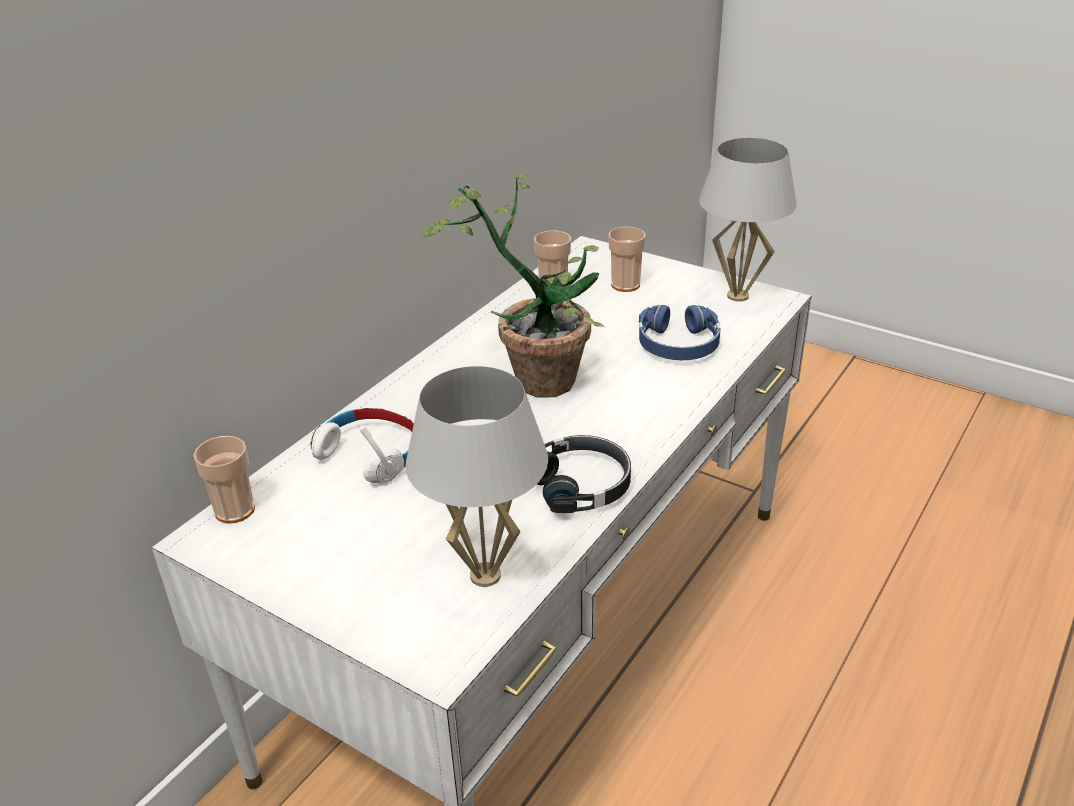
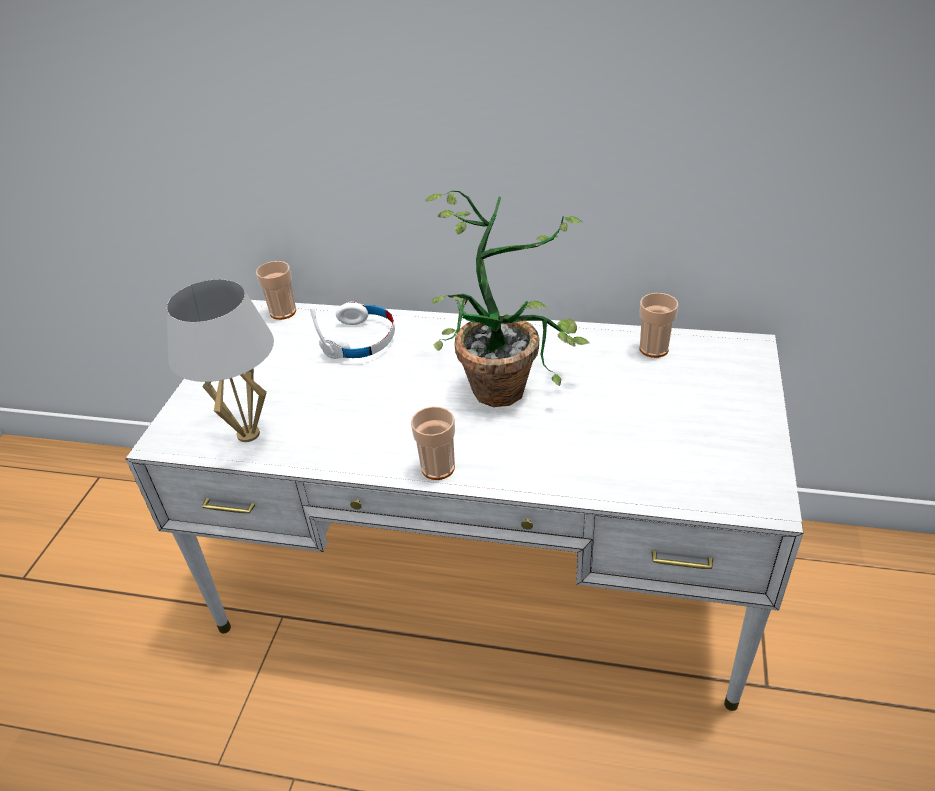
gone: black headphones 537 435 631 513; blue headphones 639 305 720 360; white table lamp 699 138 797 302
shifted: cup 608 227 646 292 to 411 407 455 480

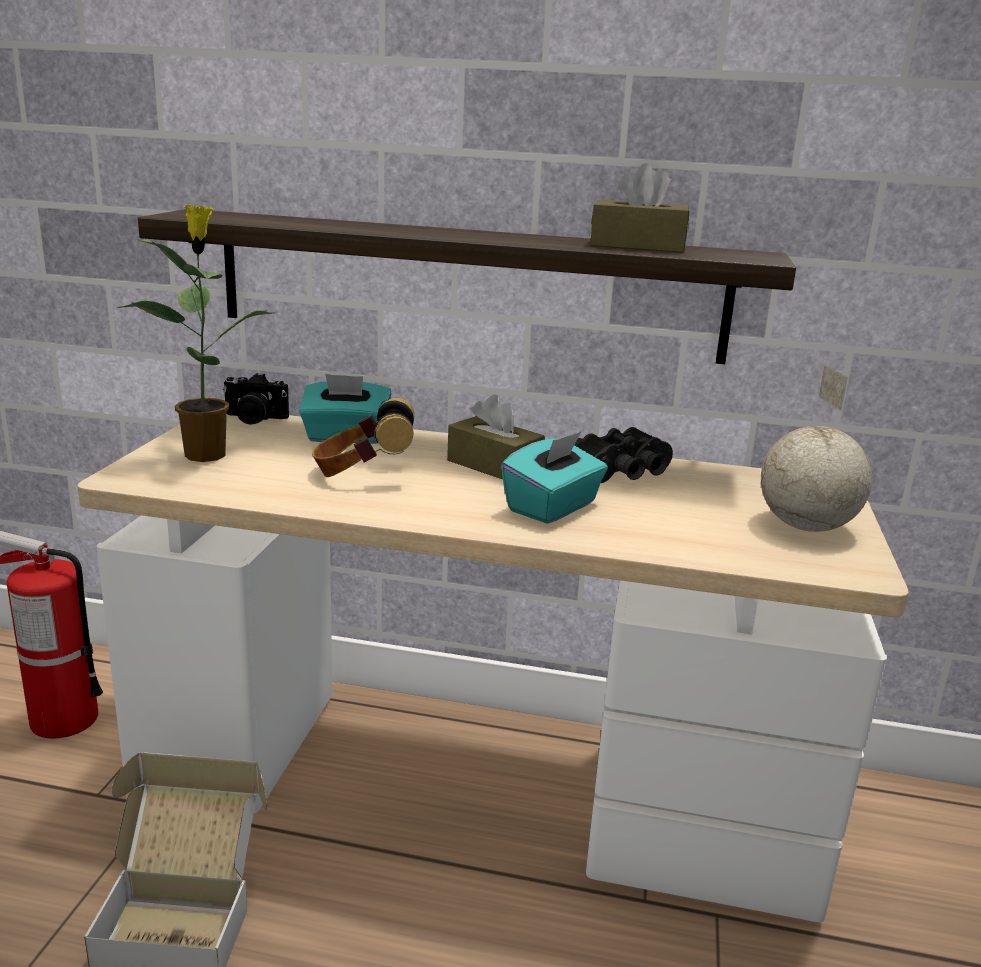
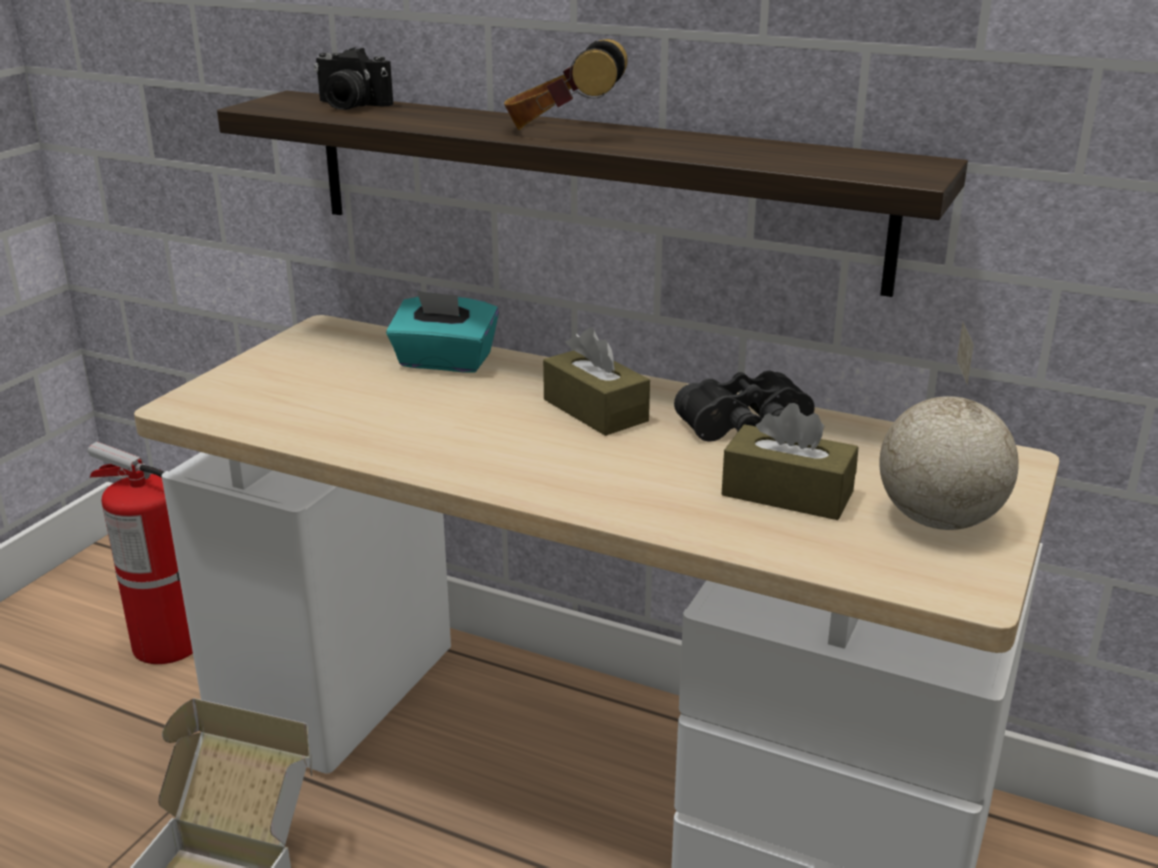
gone: potted plant 116 205 273 462; turquoise tissue box 501 431 608 524
shifted: photo camera 222 373 289 425 to 314 47 393 110; headphones 312 398 414 477 to 504 39 628 130; brown tissue box 590 163 689 253 to 722 403 859 520

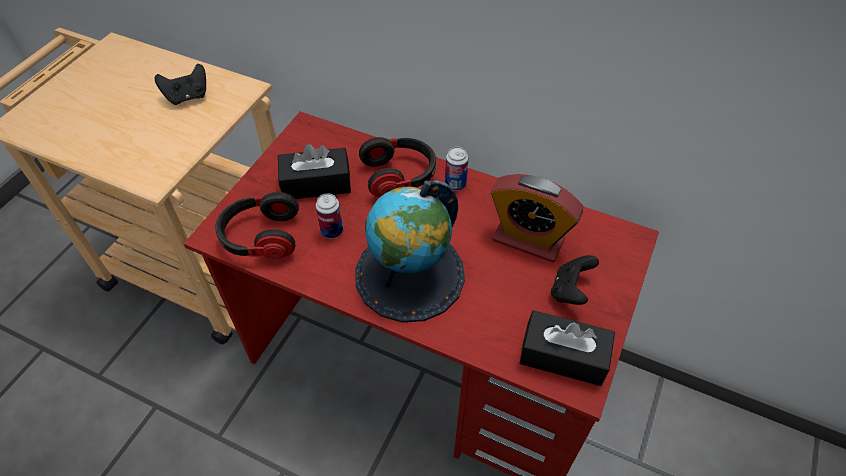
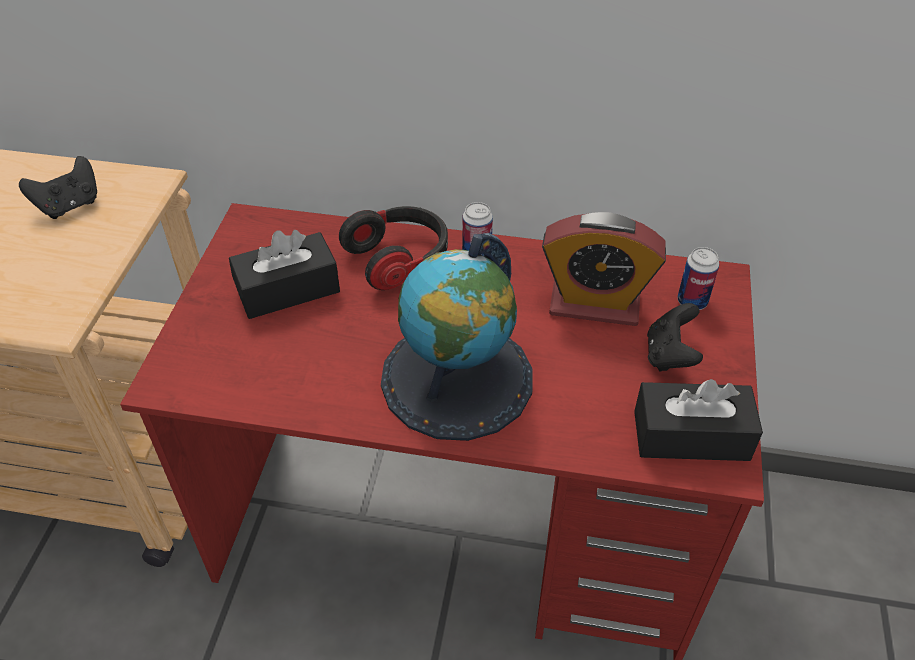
gone: headphones 215 192 299 259
shifted: can 316 193 343 239 to 677 247 719 310

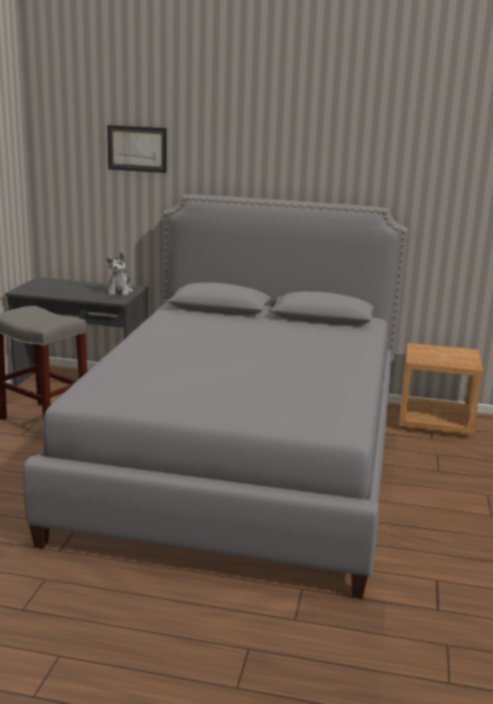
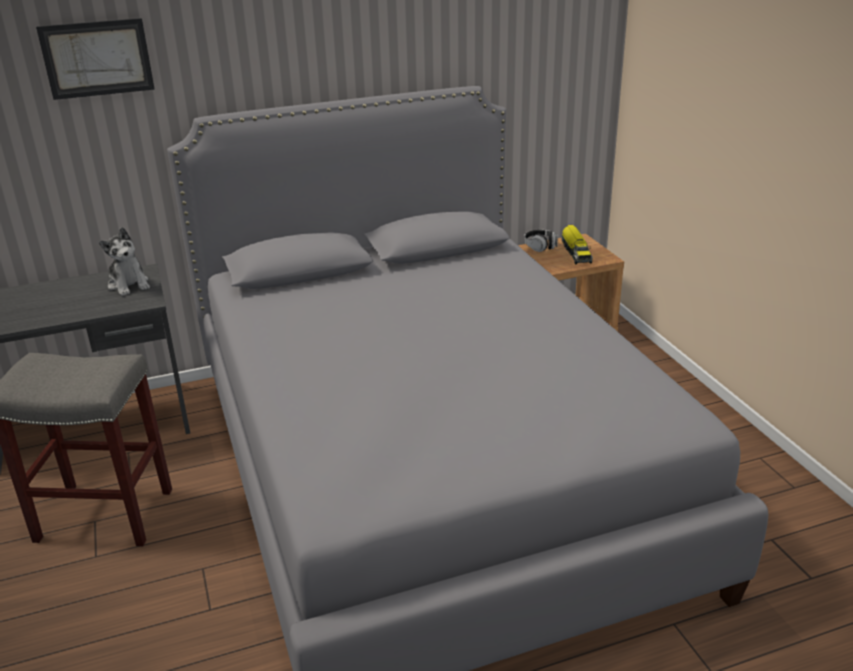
new: headphones 524 230 558 252; toy truck 562 225 593 264

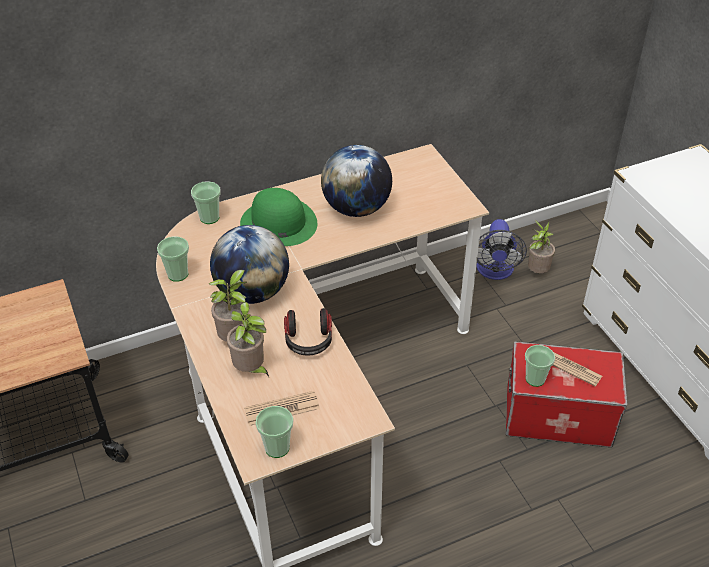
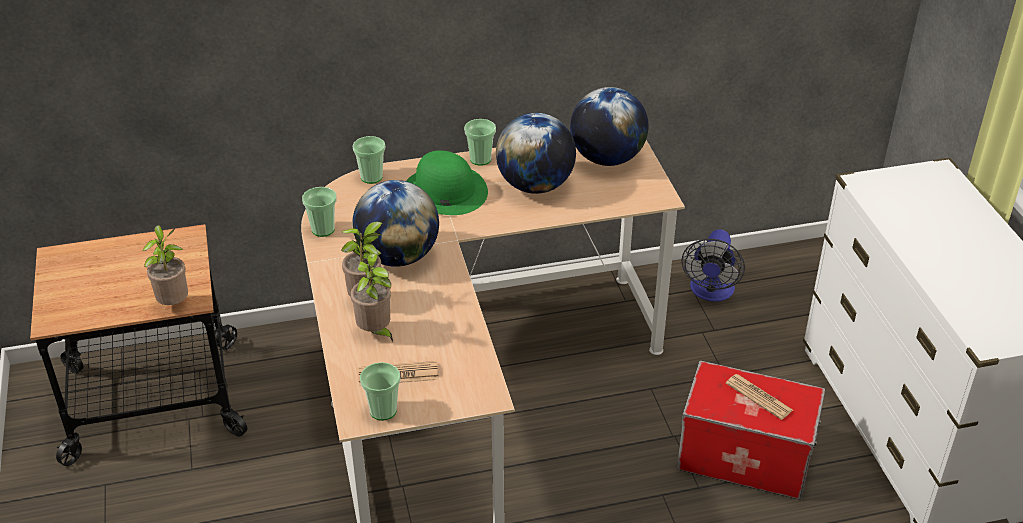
gone: headphones 284 308 332 355
new: globe 570 87 648 166
shifted: potted plant 528 220 555 273 to 142 225 188 305; cup 525 345 555 387 to 464 119 496 166

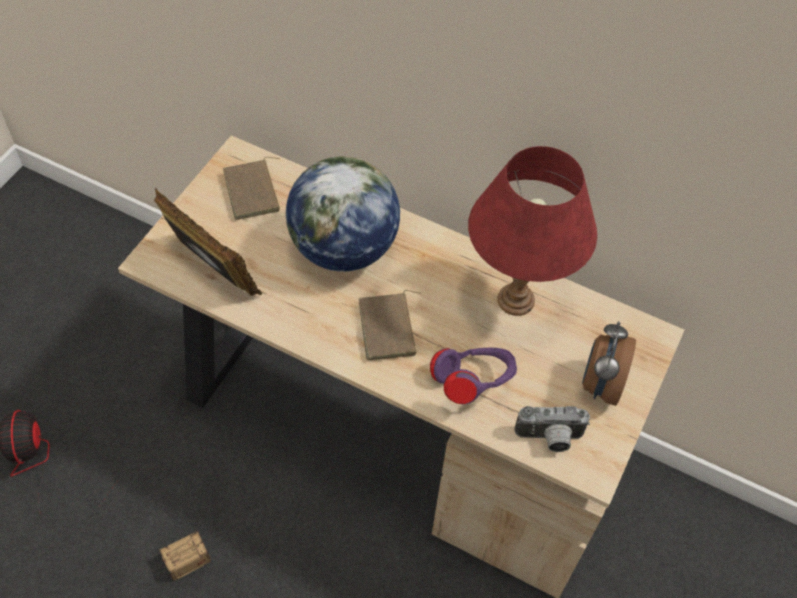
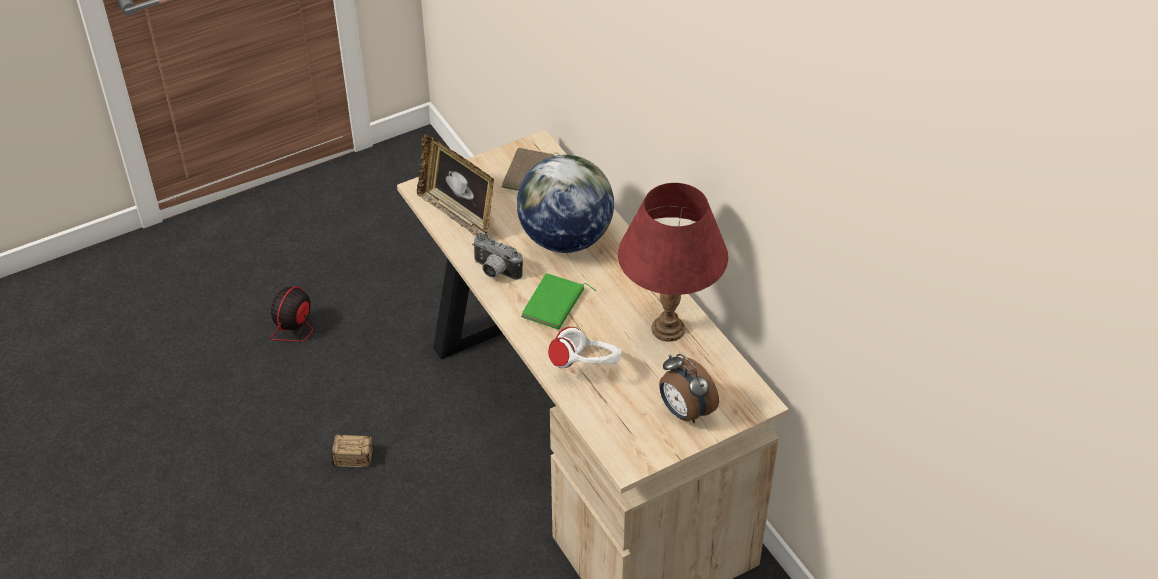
shifted: photo camera 514 406 590 452 to 472 233 523 280
repainted: brown book 359 290 421 360 to green book 521 273 596 330; purple headphones 430 347 517 404 to white headphones 548 327 621 368
rotated: picture frame 154 188 262 296 = 417 134 494 237 150 degrees clockwise; alarm clock 582 321 636 406 = 659 354 719 423 90 degrees counterclockwise

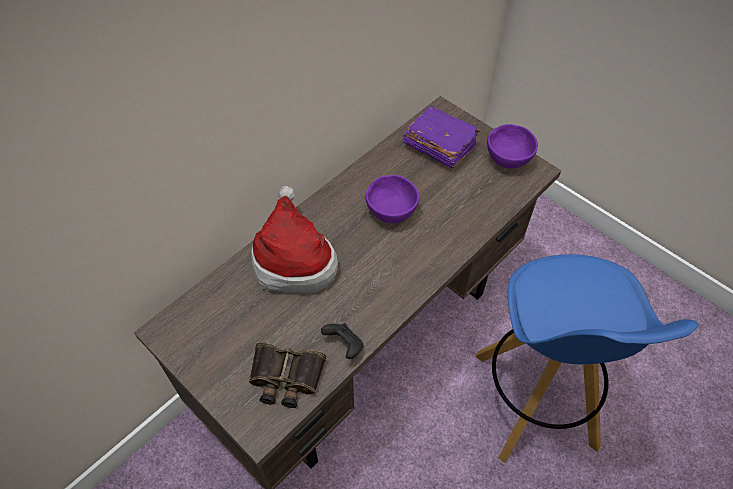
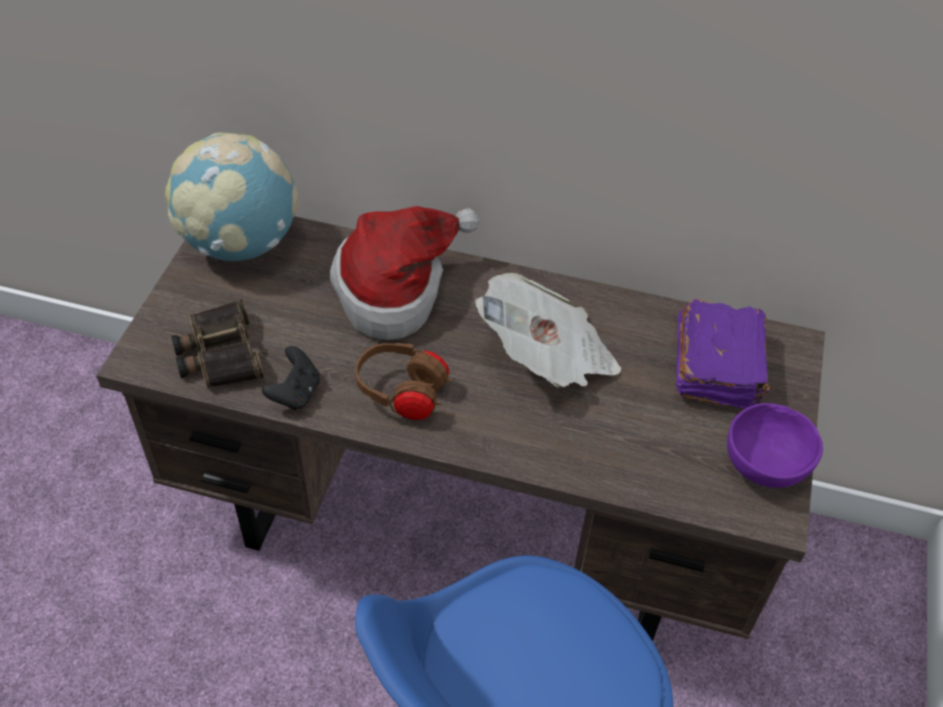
new: globe 165 133 299 261; brown headphones 355 343 452 420
swapped: purple bowl 365 175 419 223 to newspaper 475 273 621 388

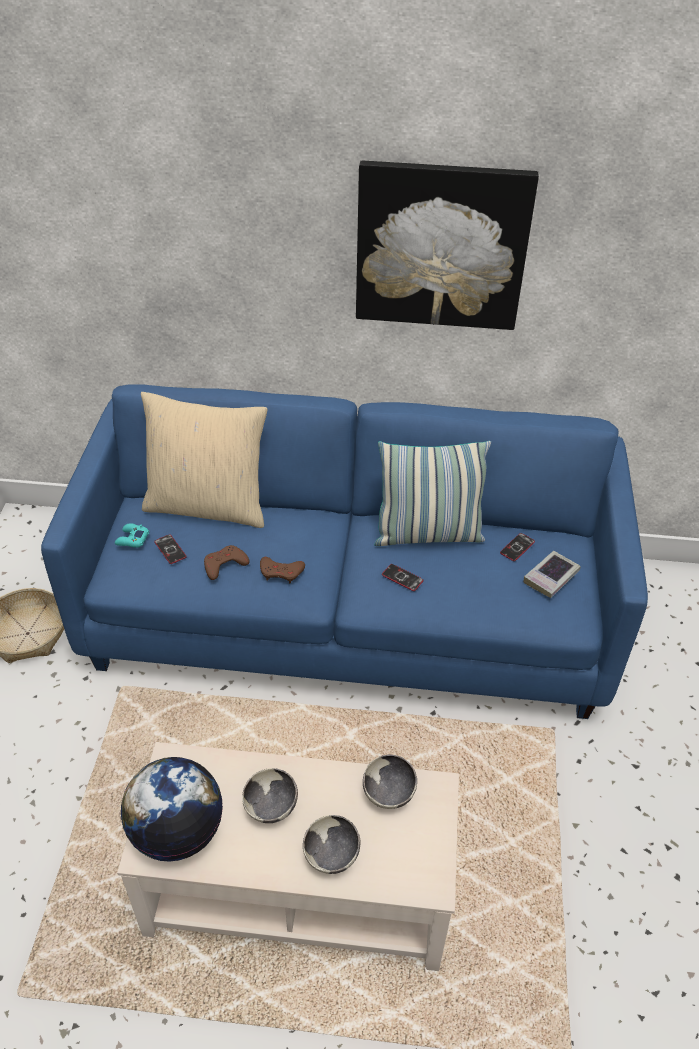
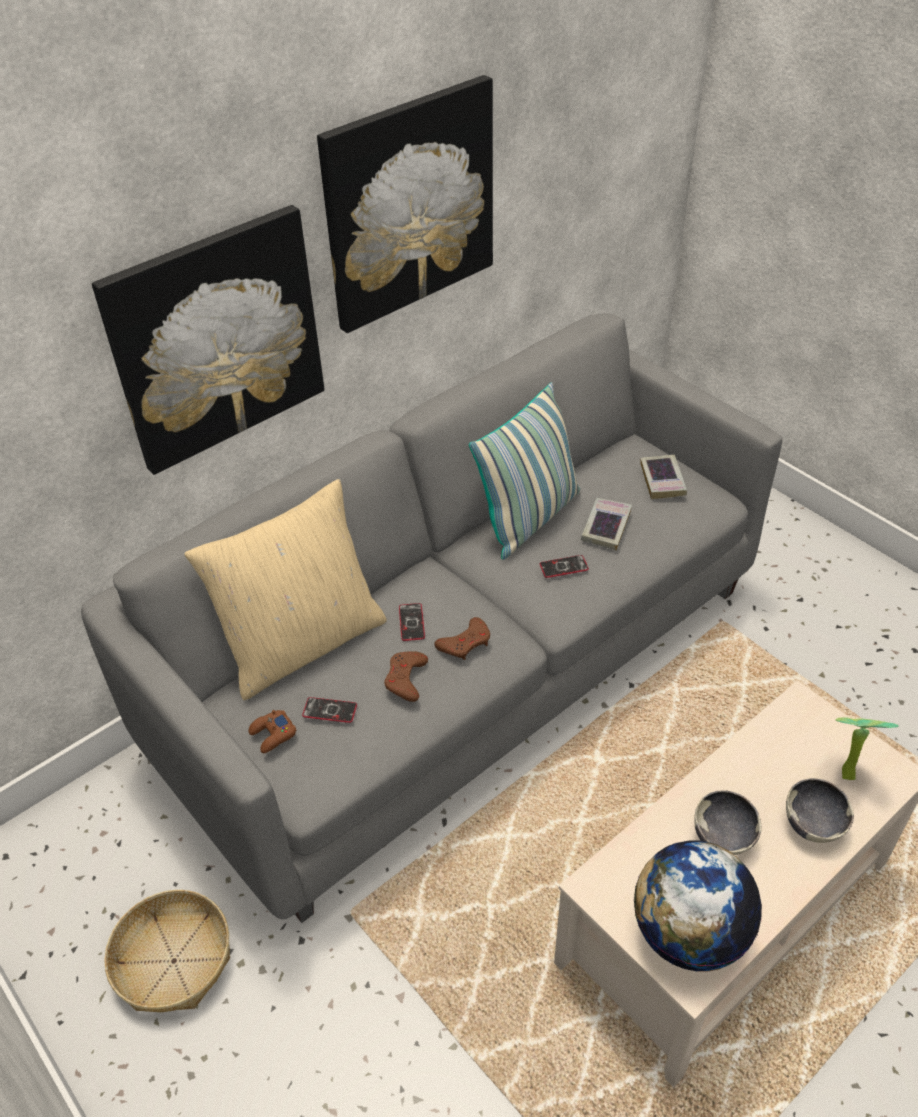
gone: bowl 363 755 417 809
new: picture 92 205 324 475; book 581 498 632 551; potted plant 836 717 899 780
shifted: phone 500 533 535 561 to 399 603 425 641
repainted: blue sofa 41 384 648 719 to grey sofa 81 314 782 923; turquoise game controller 115 523 149 548 to brown game controller 249 710 297 753

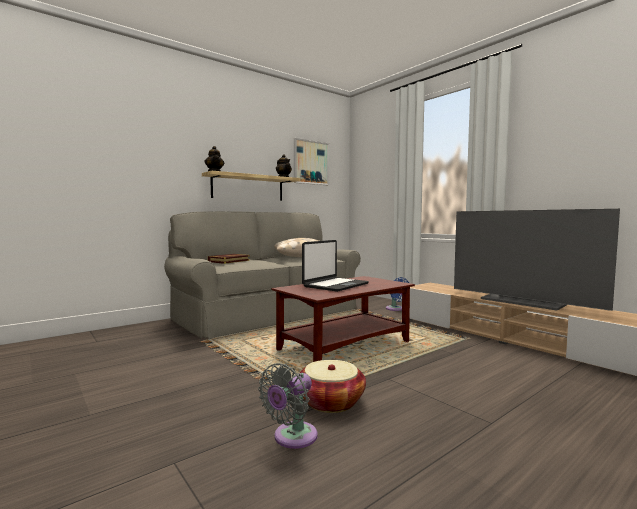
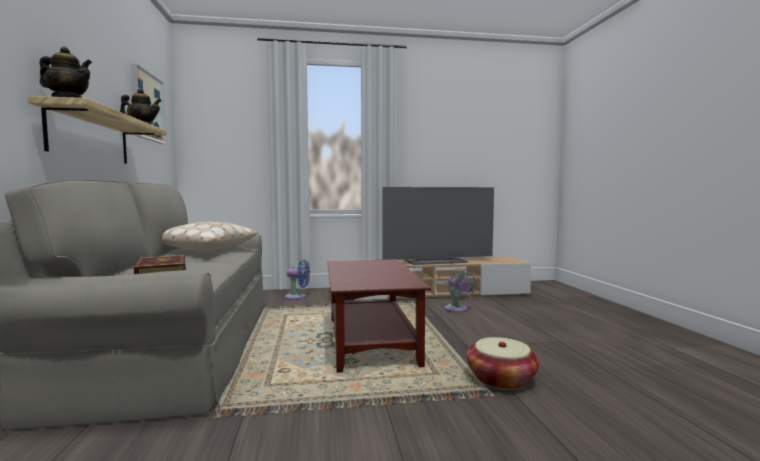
gone: laptop 302 240 369 292
shifted: grey fan 258 363 317 449 to 444 269 476 312

